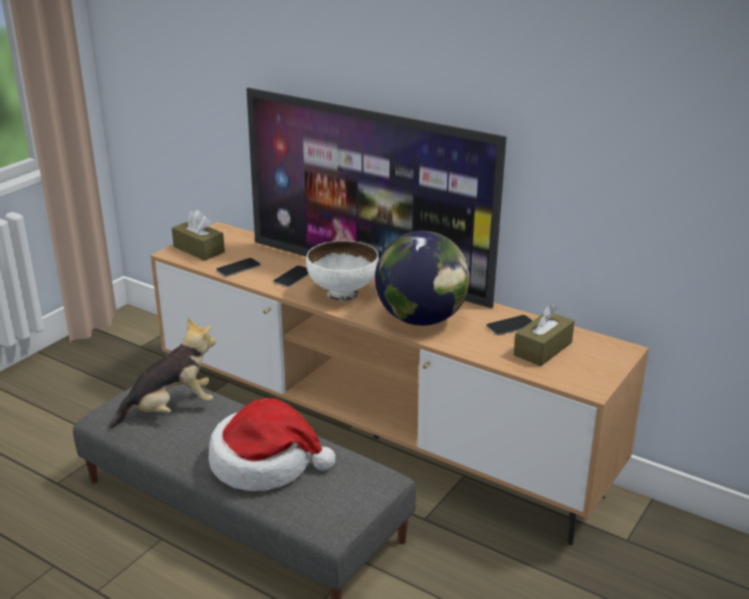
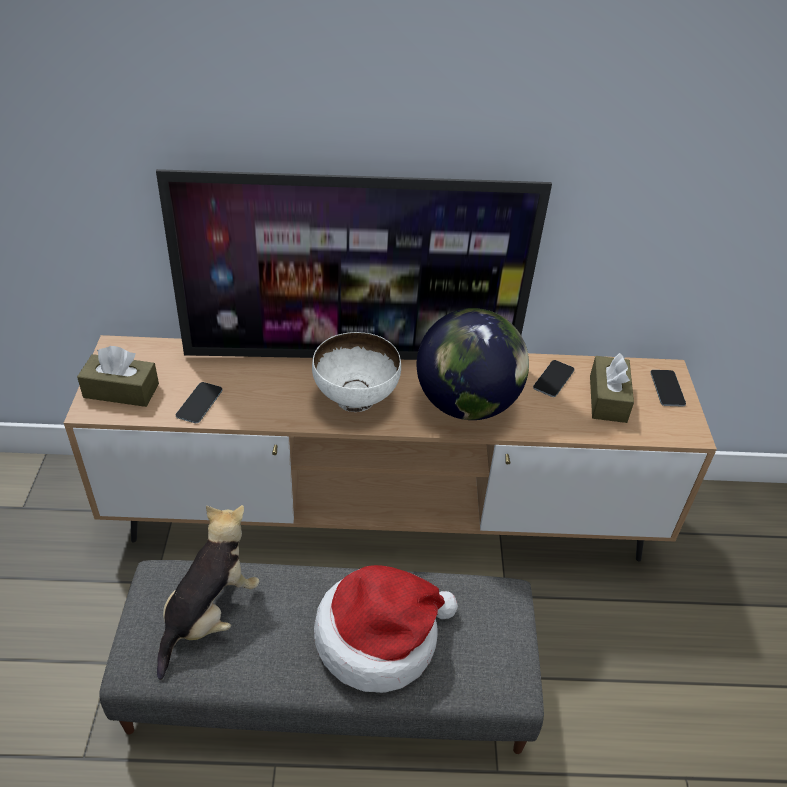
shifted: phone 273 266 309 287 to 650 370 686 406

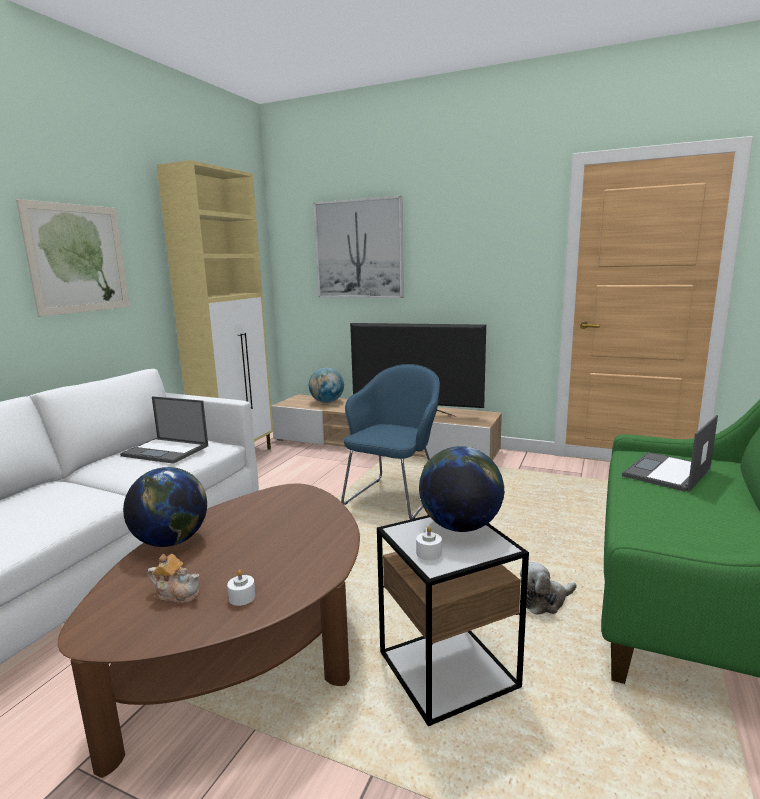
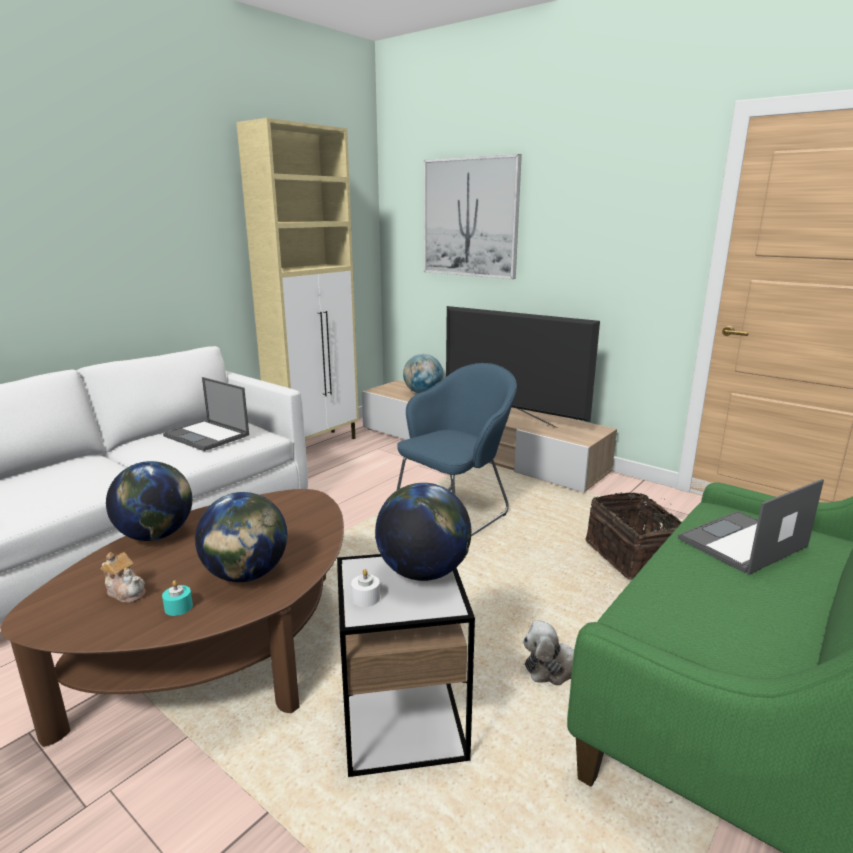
gone: picture 16 199 130 317
new: globe 195 492 287 582; basket 585 492 682 580
repainted: white candle 227 570 256 606 to turquoise candle 162 580 193 616

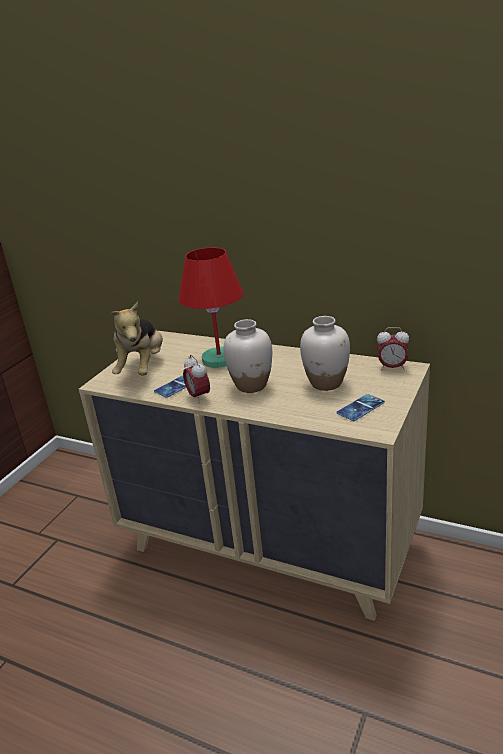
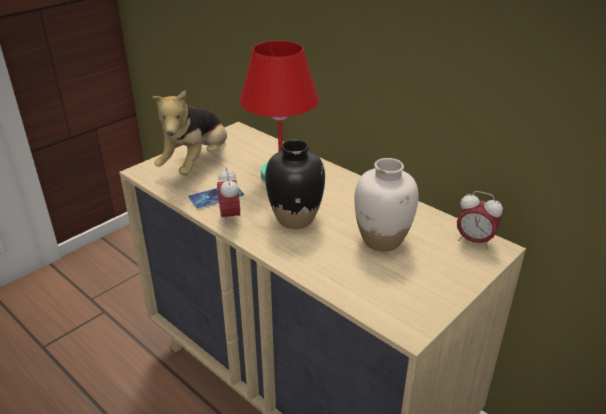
gone: phone 336 394 385 421
repainted: white vase 223 319 272 393 to black vase 265 140 325 229

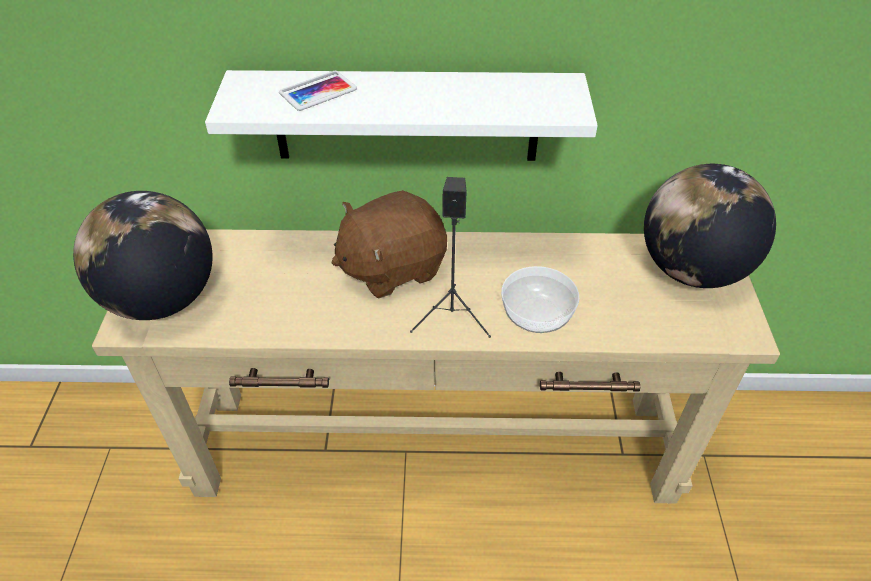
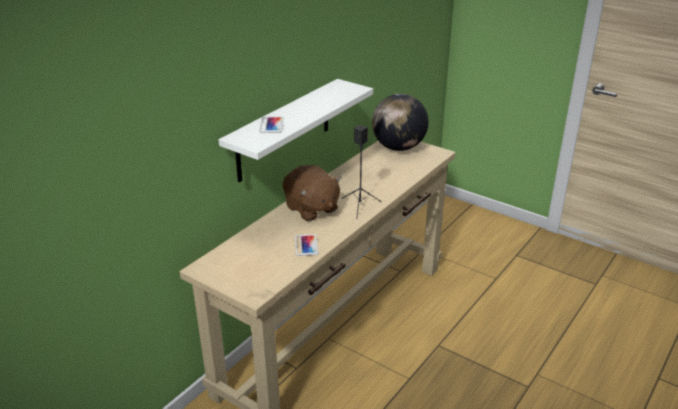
gone: globe 73 191 213 320; bowl 501 266 579 333
new: phone 295 234 318 256
rotated: brown plush toy 332 190 447 299 = 283 165 342 221 45 degrees counterclockwise

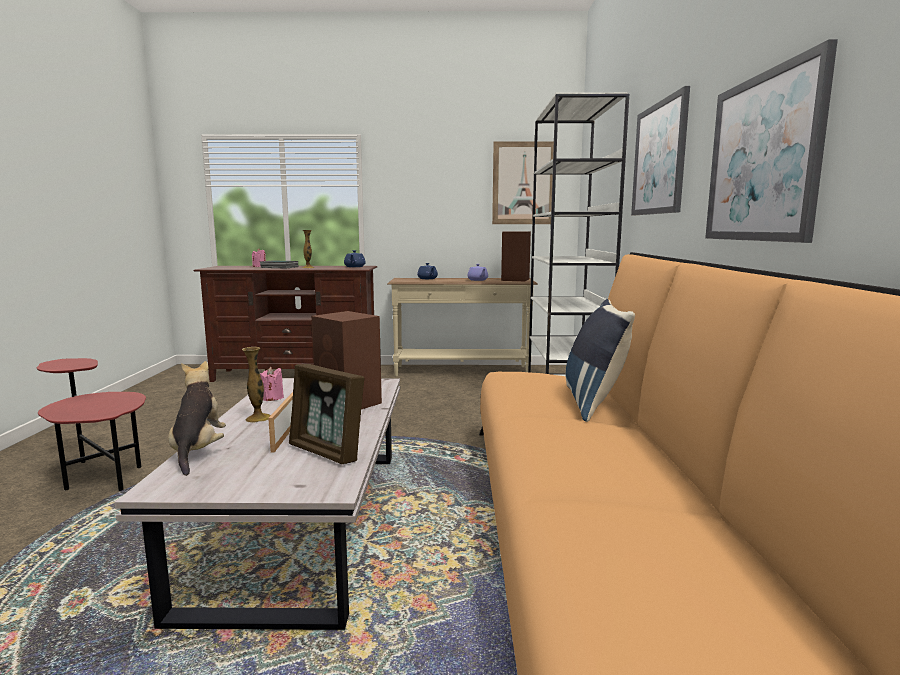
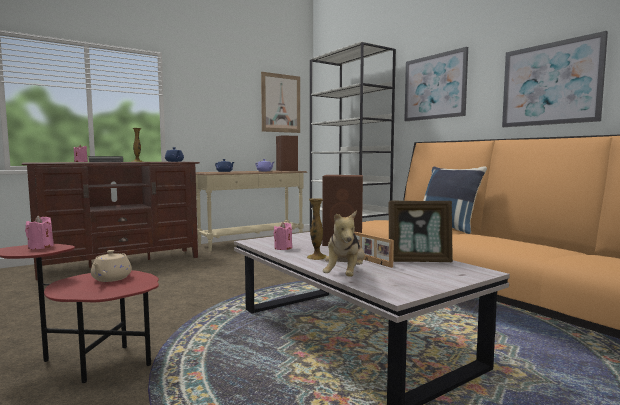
new: pink candle 25 216 54 249; beige teapot 91 250 132 282
rotated: plush toy 168 361 226 476 = 323 210 365 277 120 degrees counterclockwise

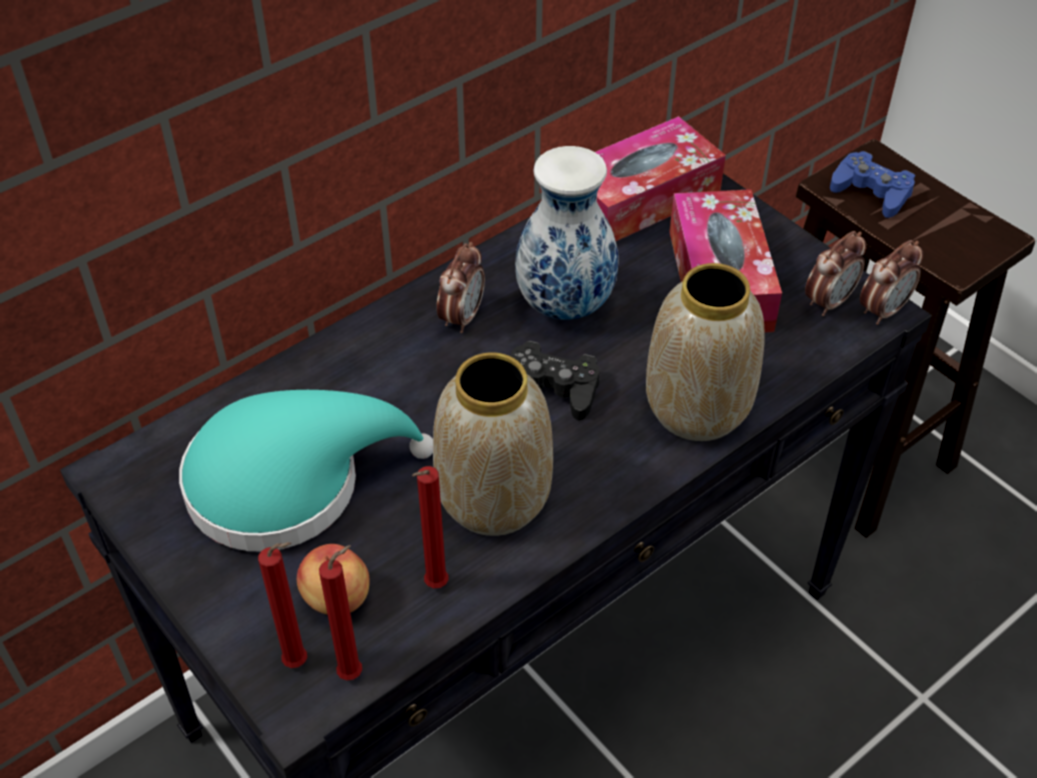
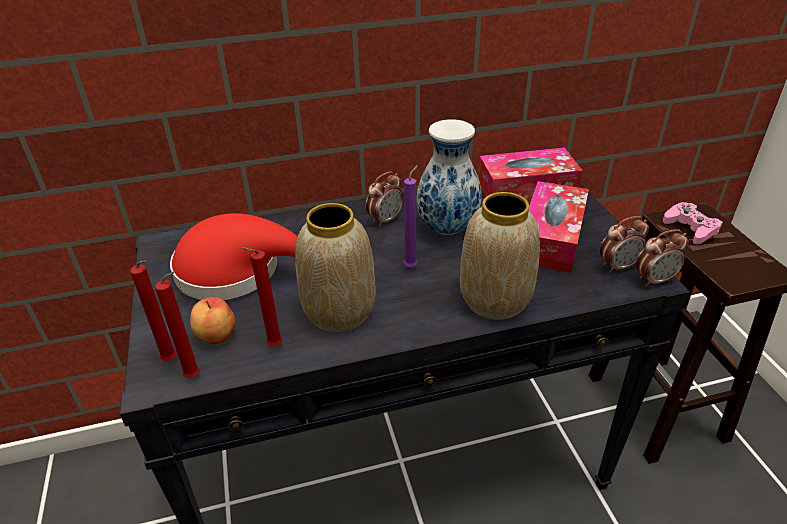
swapped: black game controller 510 341 599 421 to purple candle 404 165 418 268
repainted: turquoise hat 179 390 433 551 to red hat 170 213 297 300; blue game controller 830 151 915 218 to pink game controller 663 202 723 244

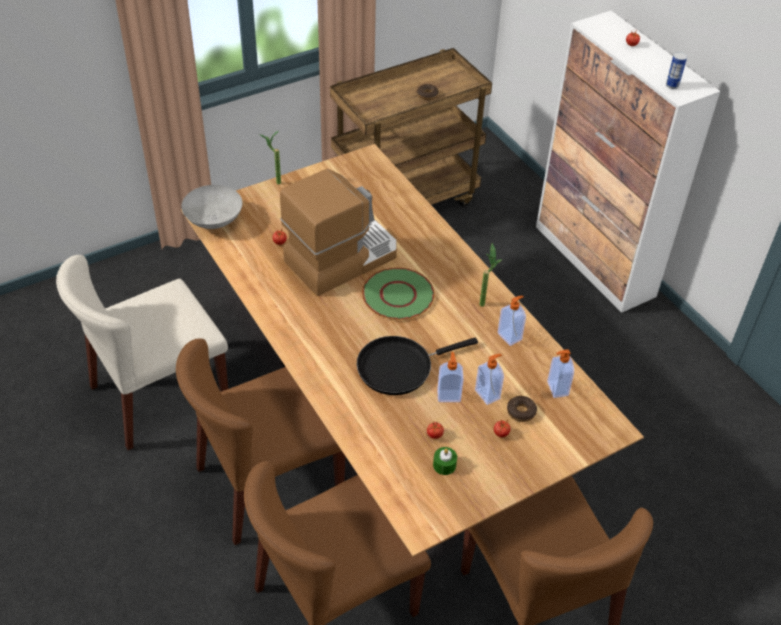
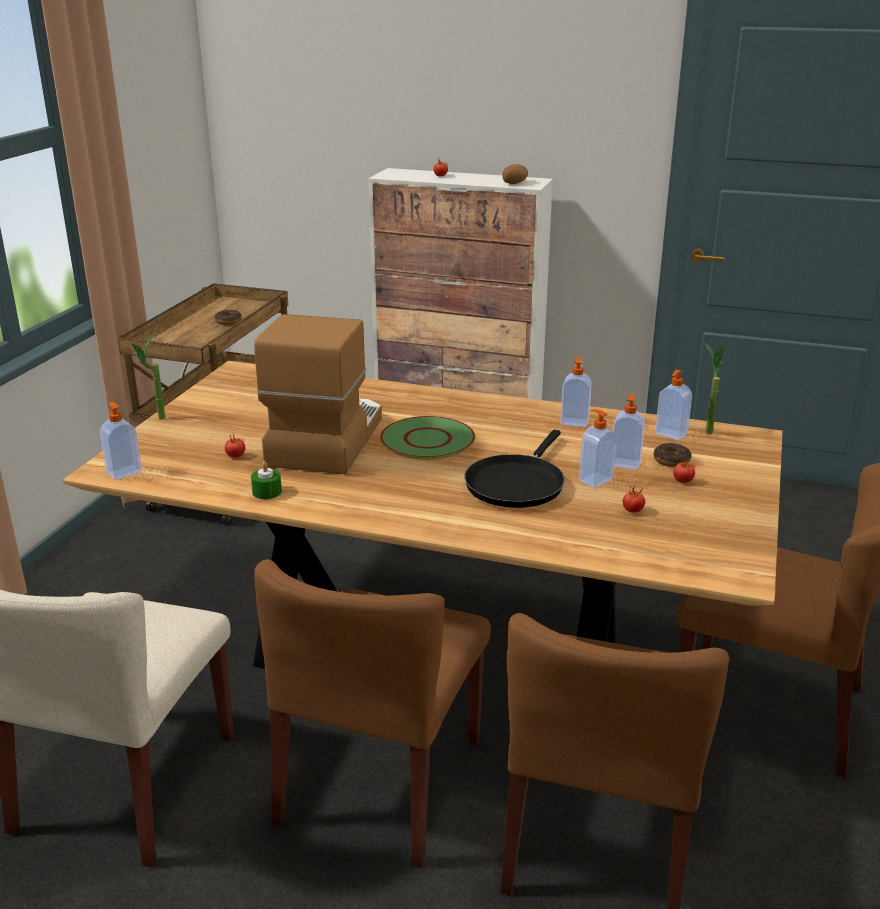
shifted: green candle 433 447 457 475 to 251 461 282 499; potted plant 479 243 502 307 to 704 342 724 435
swapped: grey bowl 181 185 242 229 to soap dispenser 100 402 142 480; can 666 52 687 89 to potato 502 164 528 184

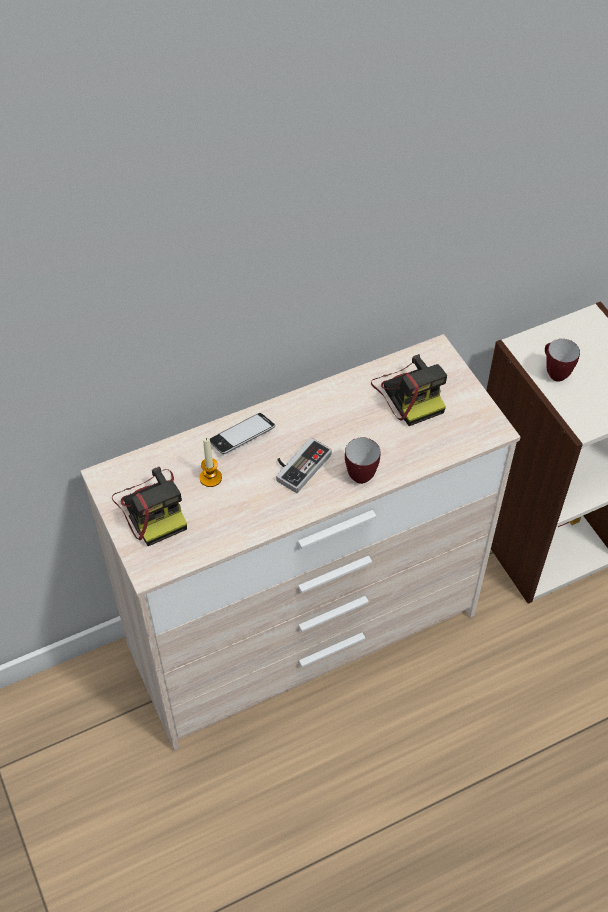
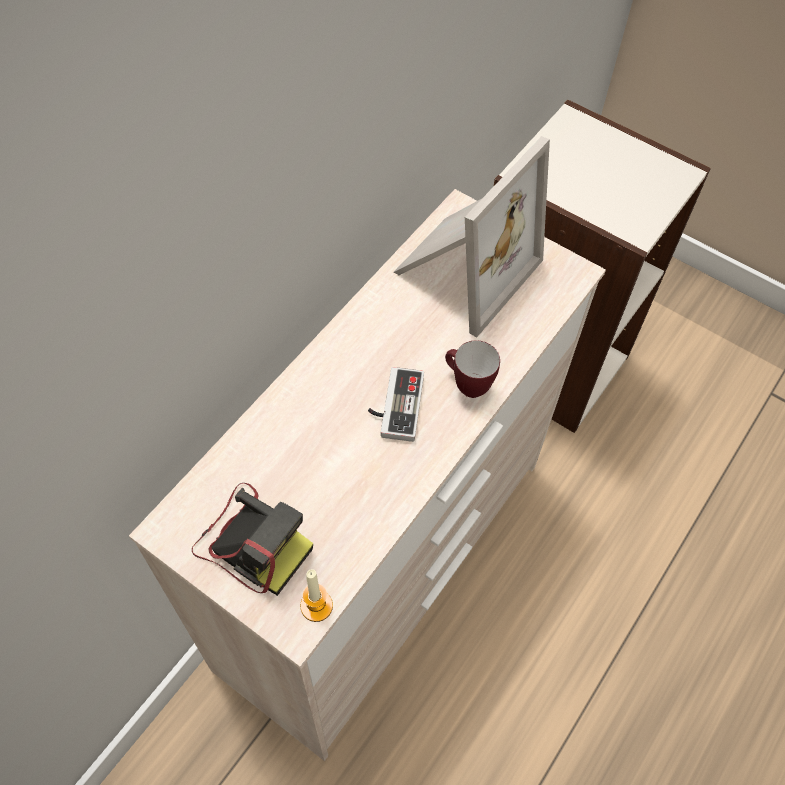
gone: phone 210 413 275 454; mug 545 339 580 382
shifted: candle 200 437 222 487 to 300 569 333 622
swapped: photo camera 371 354 447 426 to picture frame 394 136 550 338

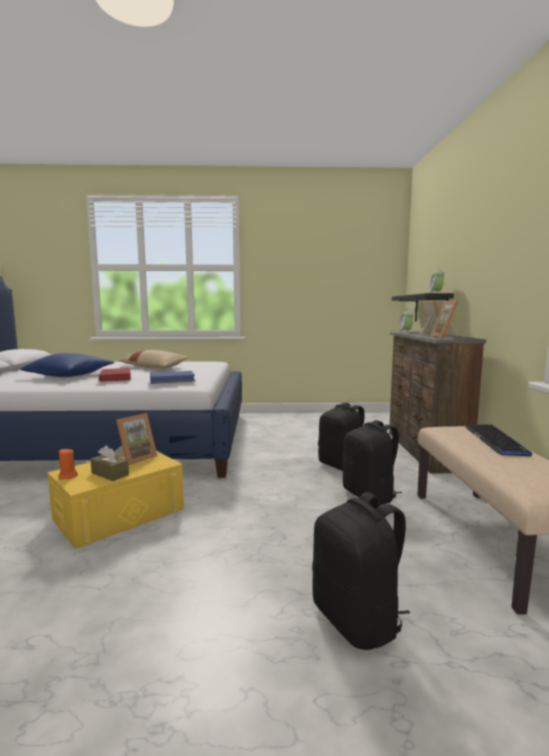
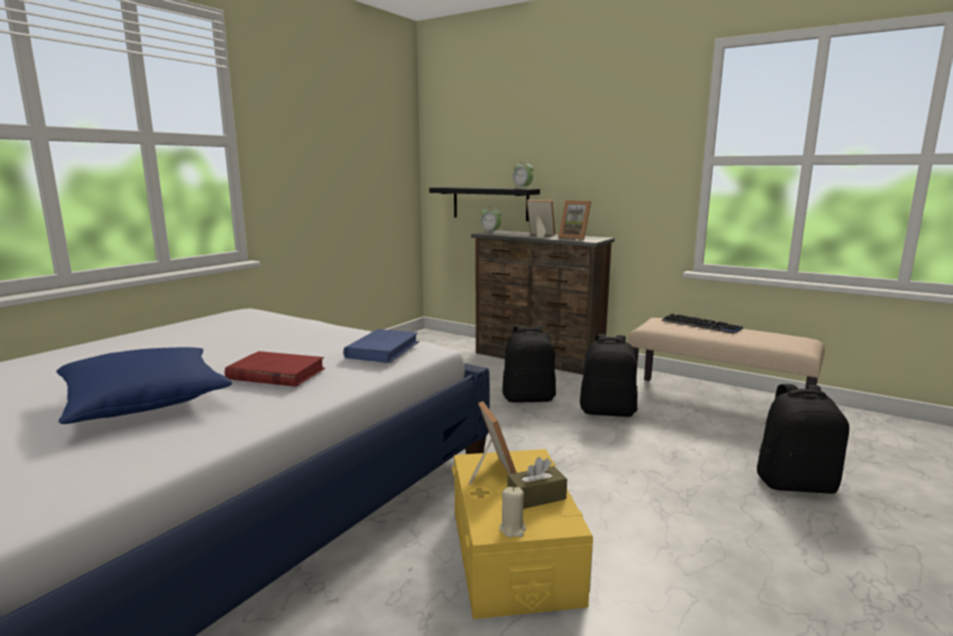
gone: beige pillow 119 350 189 369
repainted: orange candle 58 448 78 480 to beige candle 499 487 526 537

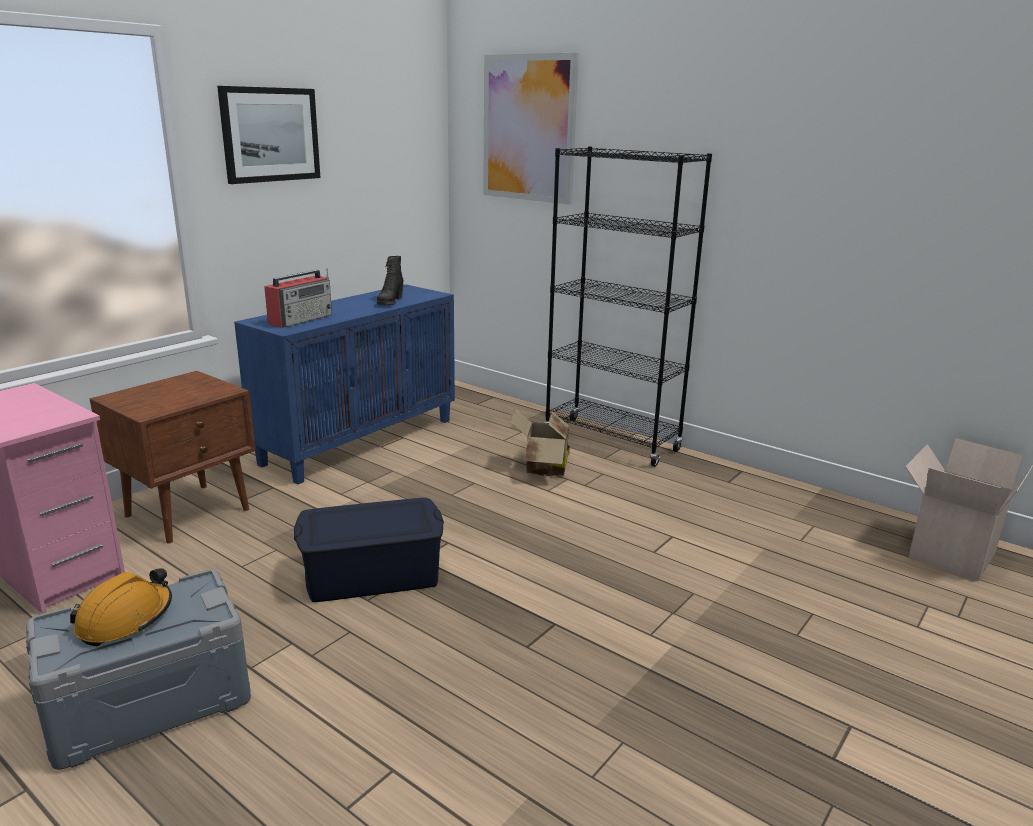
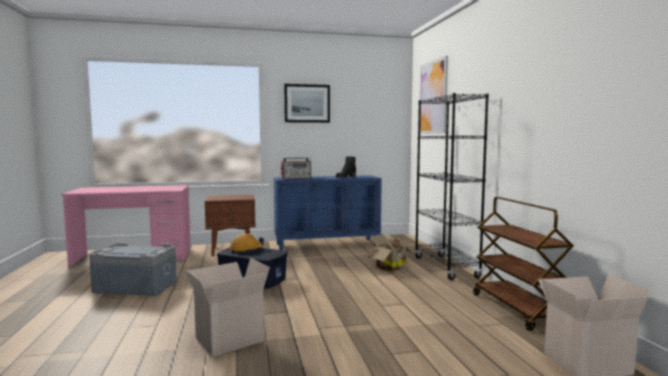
new: cardboard box 185 257 270 357; brown cart 473 197 574 331
shifted: orange hard hat 70 568 172 646 to 230 234 264 253

